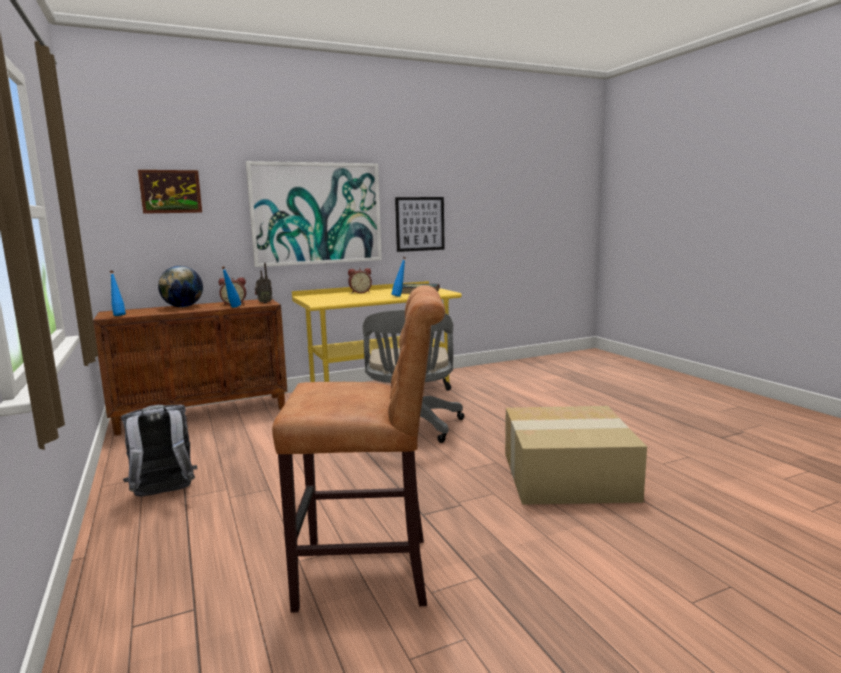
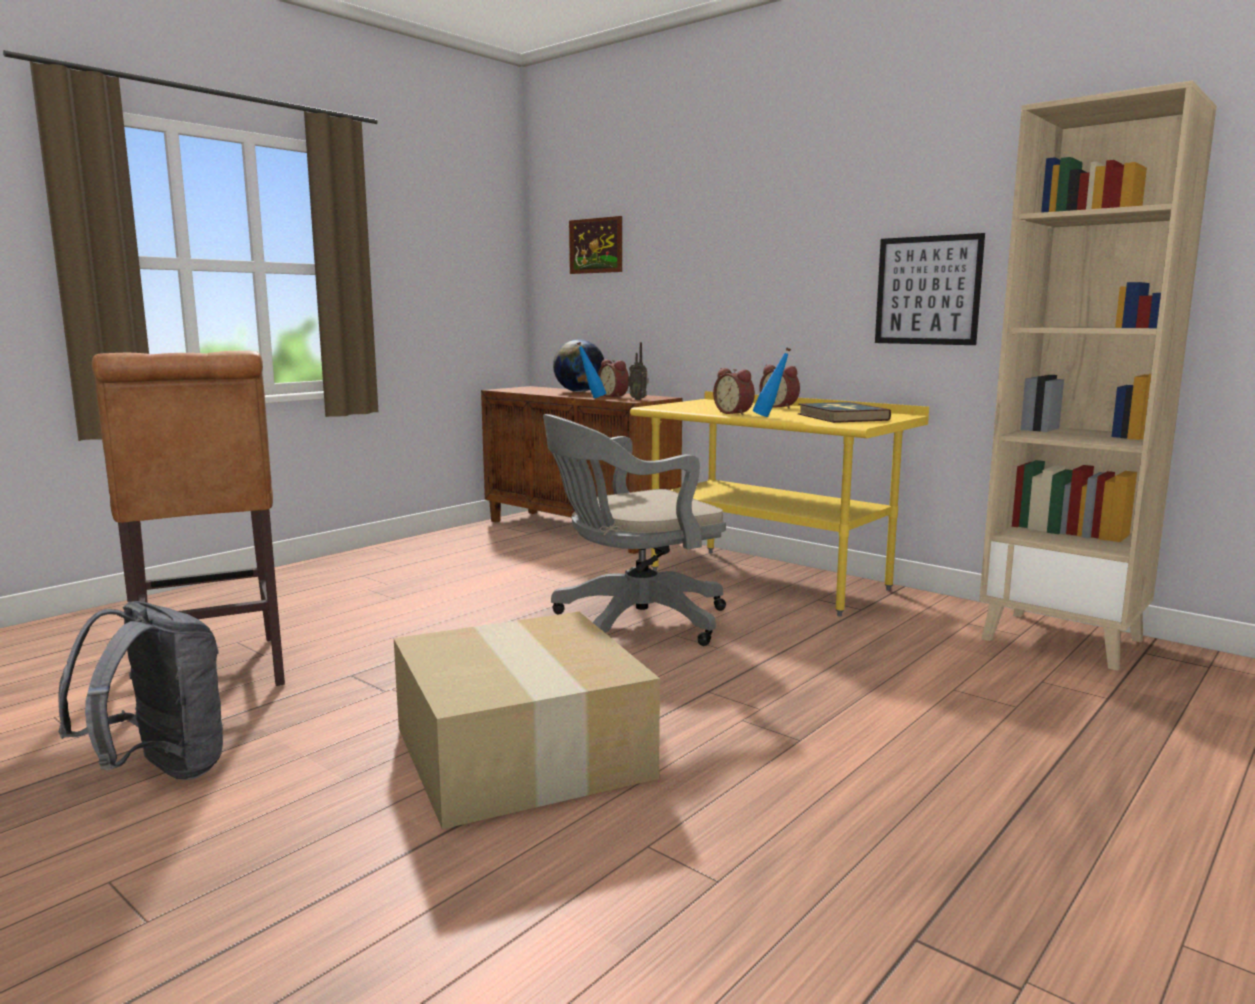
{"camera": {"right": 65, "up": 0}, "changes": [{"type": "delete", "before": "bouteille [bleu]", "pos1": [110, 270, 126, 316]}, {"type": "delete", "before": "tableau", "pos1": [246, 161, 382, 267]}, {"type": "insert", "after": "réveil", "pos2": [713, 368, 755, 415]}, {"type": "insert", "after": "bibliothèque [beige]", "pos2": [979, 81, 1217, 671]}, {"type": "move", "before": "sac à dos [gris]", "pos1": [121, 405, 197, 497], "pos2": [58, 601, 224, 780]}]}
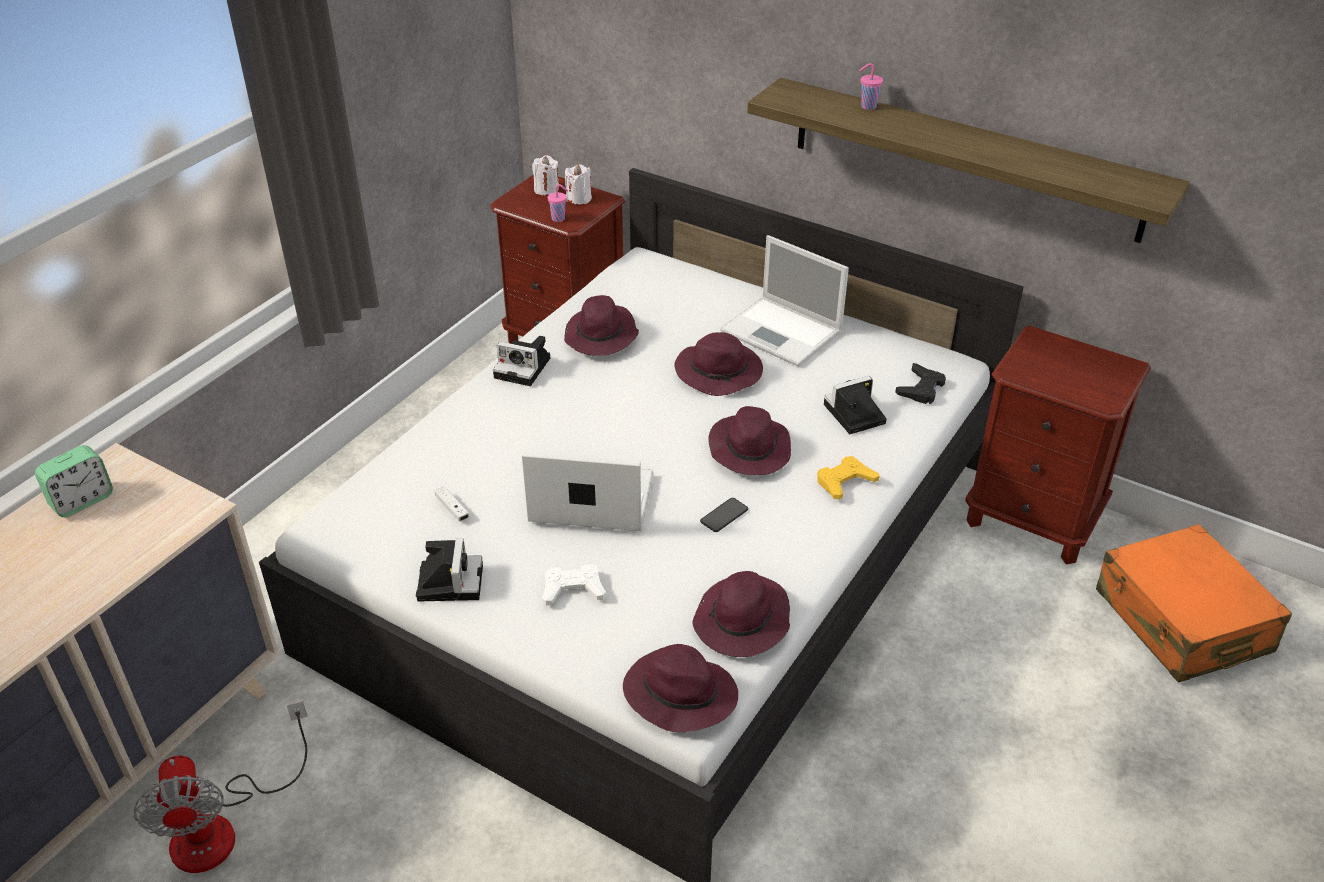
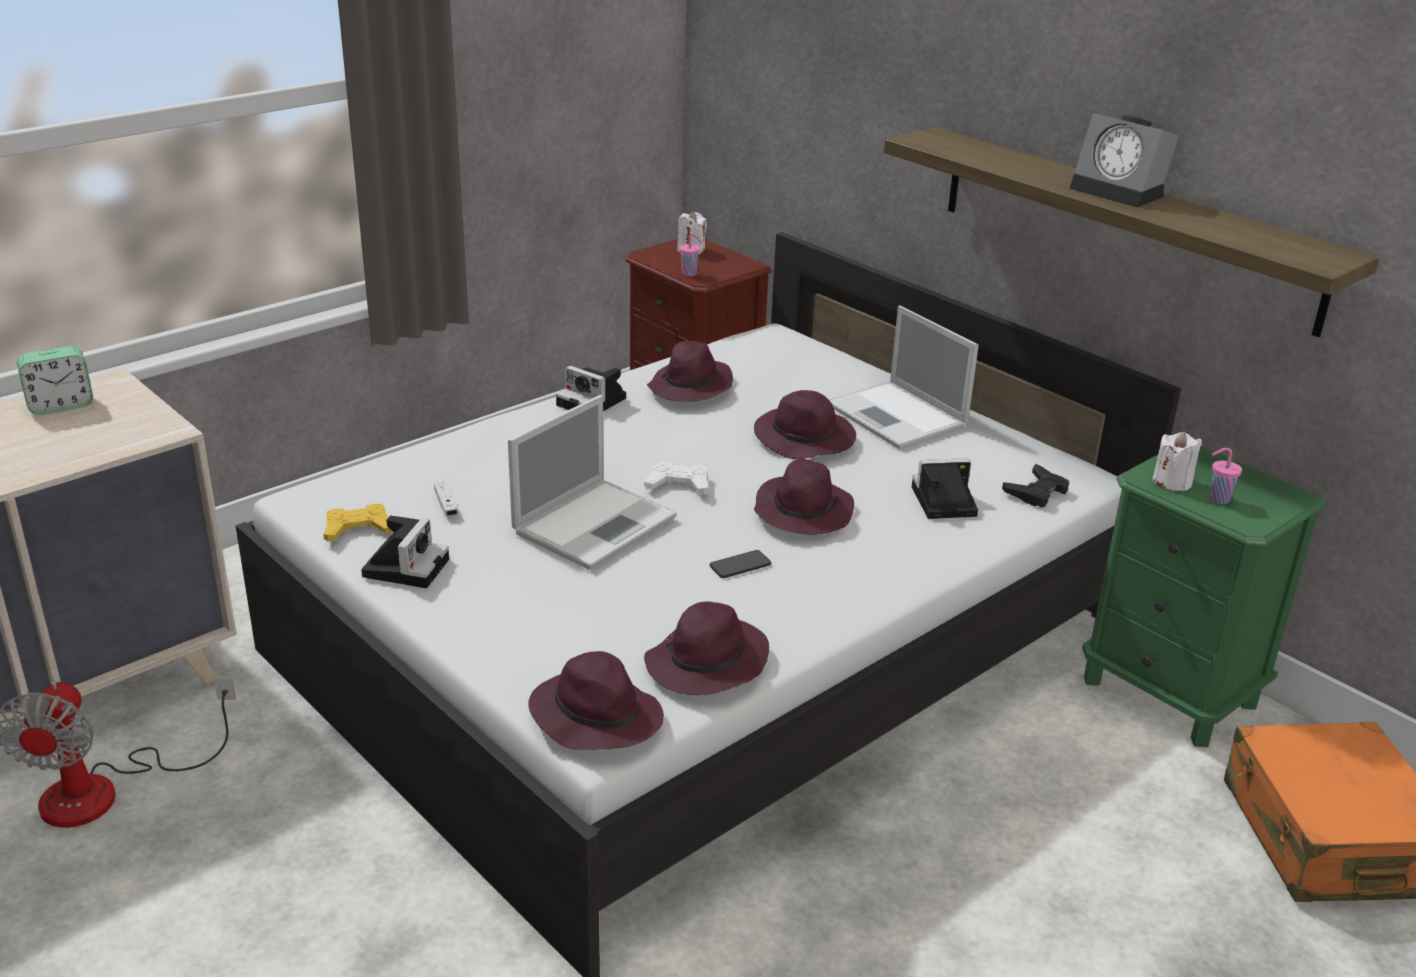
{"camera": {"right": 15, "up": -10}, "changes": [{"type": "insert", "after": "réveil", "pos2": [1070, 113, 1179, 207]}, {"type": "move", "before": "manette [blanc]", "pos1": [542, 564, 606, 606], "pos2": [644, 461, 709, 495]}, {"type": "move", "before": "bougie [blanc]", "pos1": [565, 164, 592, 204], "pos2": [1153, 431, 1202, 491]}, {"type": "move", "before": "manette [jaune]", "pos1": [817, 456, 880, 500], "pos2": [323, 504, 393, 542]}, {"type": "move", "before": "tasse [rose]", "pos1": [859, 63, 883, 110], "pos2": [1210, 448, 1242, 504]}, {"type": "recolor", "before": "table de chevet [marron]", "after": "table de chevet [vert]", "pos1": [965, 325, 1151, 564], "pos2": [1082, 446, 1327, 747]}, {"type": "rotate", "before": "ordinateur portable", "pos1": [522, 451, 653, 531], "pos2": [508, 395, 677, 570], "turn": 105}]}
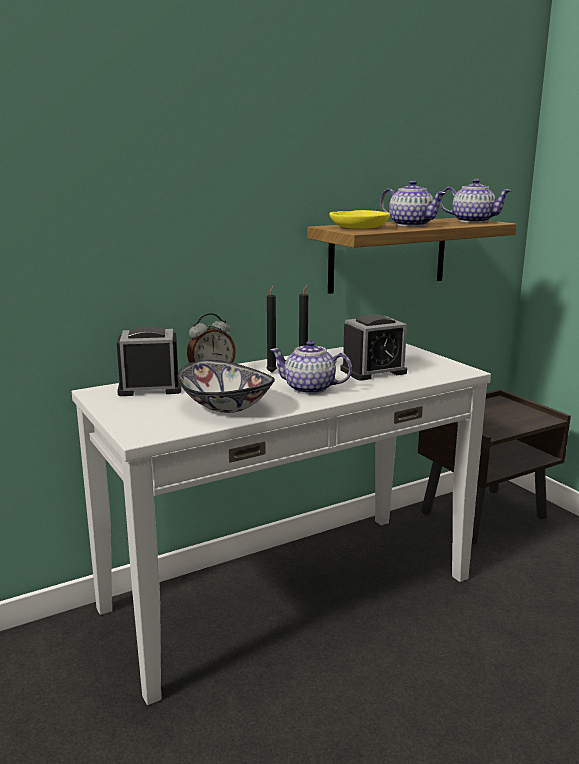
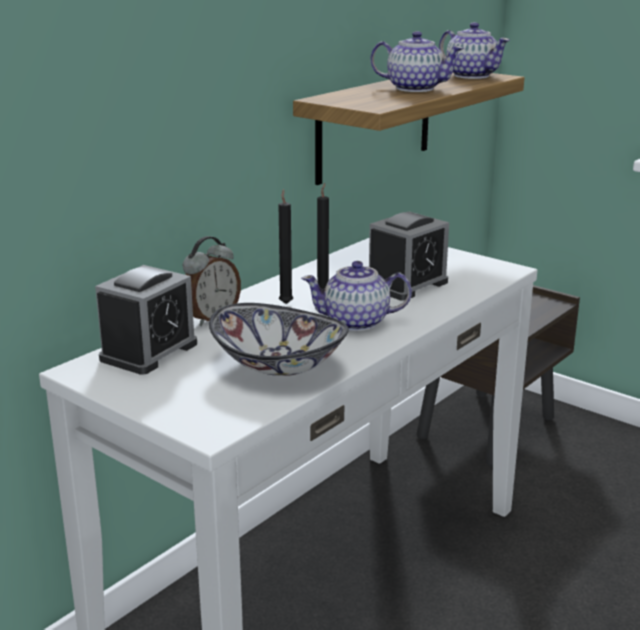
{"camera": {"right": -20, "up": 5}, "changes": [{"type": "delete", "before": "bol [jaune]", "pos1": [329, 210, 390, 229]}, {"type": "rotate", "before": "réveil", "pos1": [117, 326, 181, 396], "pos2": [95, 265, 197, 374], "turn": 150}, {"type": "rotate", "before": "théière", "pos1": [440, 179, 512, 223], "pos2": [439, 22, 510, 79], "turn": 45}]}
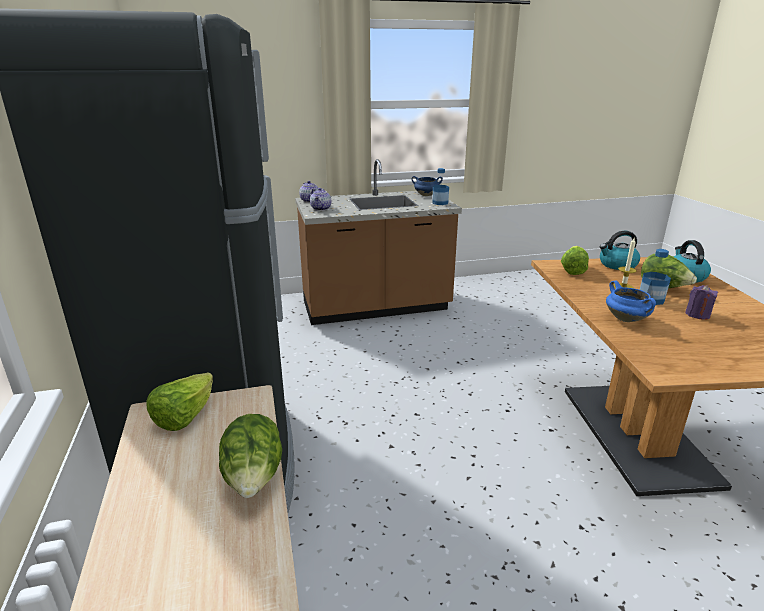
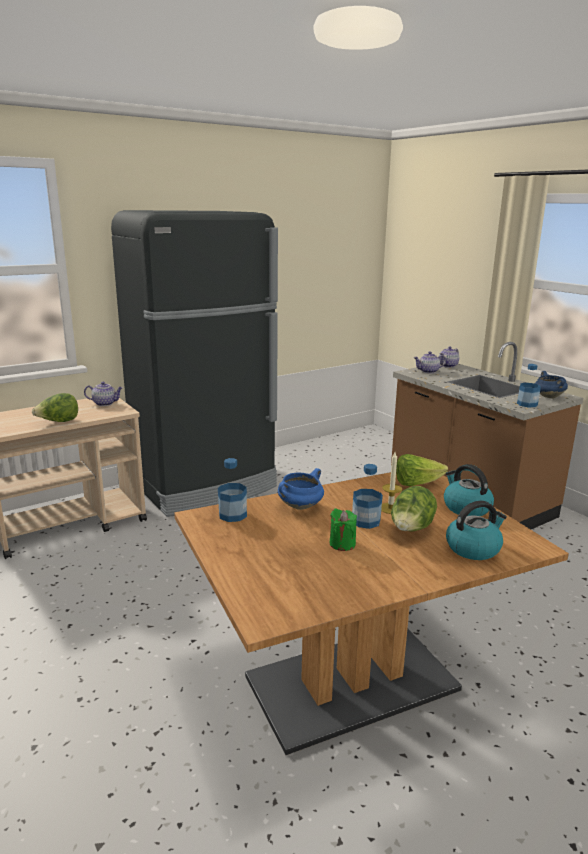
{"camera": {"right": 70, "up": -5}, "changes": [{"type": "insert", "after": "bouteille", "pos2": [218, 458, 247, 522]}, {"type": "replace", "before": "laitue", "after": "théière", "pos1": [146, 373, 213, 431], "pos2": [84, 382, 123, 406]}, {"type": "recolor", "before": "bougie [violet]", "after": "bougie [vert]", "pos1": [685, 285, 718, 320], "pos2": [330, 509, 357, 551]}]}
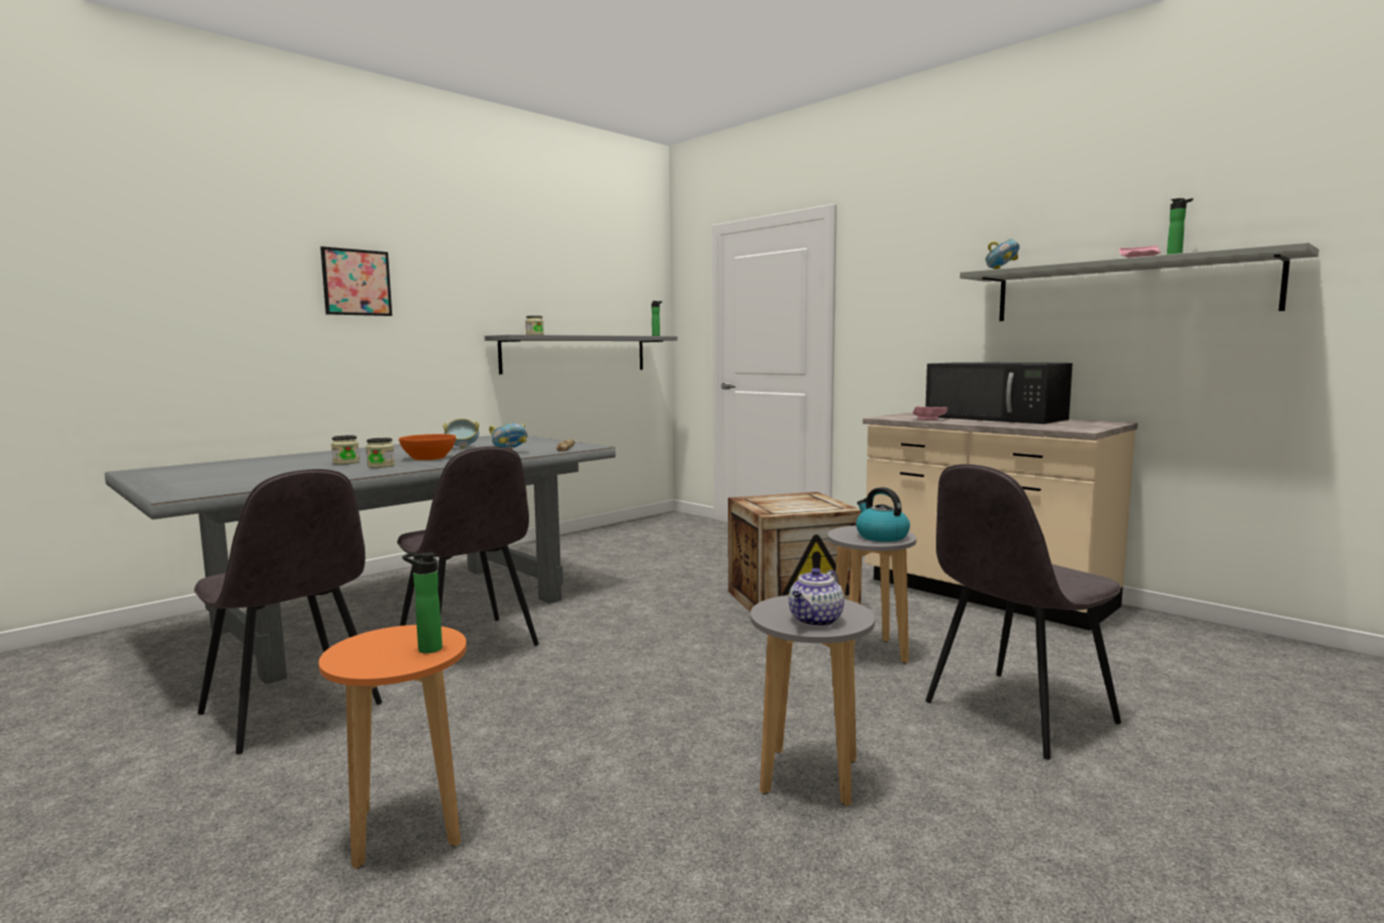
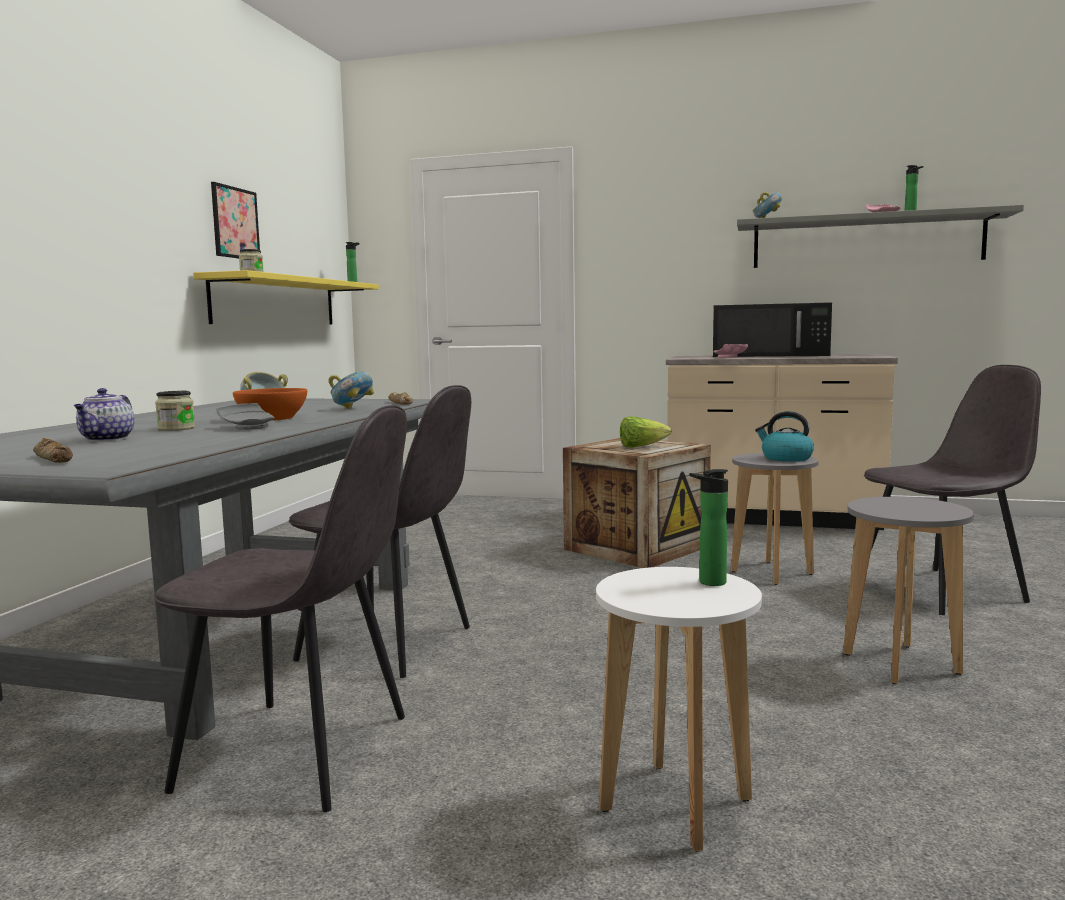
{"camera": {"right": -30, "up": 0}, "changes": [{"type": "insert", "after": "pain", "pos2": [33, 438, 73, 463]}, {"type": "insert", "after": "laitue", "pos2": [620, 416, 671, 448]}, {"type": "move", "before": "tableau", "pos1": [321, 246, 392, 316], "pos2": [211, 182, 260, 258]}, {"type": "move", "before": "théière", "pos1": [789, 568, 844, 627], "pos2": [74, 388, 135, 441]}, {"type": "replace", "before": "bocal", "after": "assiette [gris]", "pos1": [366, 438, 395, 468], "pos2": [217, 403, 275, 430]}, {"type": "recolor", "before": "tabouret [orange]", "after": "tabouret [blanc]", "pos1": [319, 625, 467, 869], "pos2": [596, 567, 762, 852]}, {"type": "recolor", "before": "étagère [gris]", "after": "étagère [jaune]", "pos1": [485, 335, 678, 374], "pos2": [193, 270, 379, 324]}, {"type": "rotate", "before": "chaise [gris]", "pos1": [926, 464, 1121, 759], "pos2": [864, 365, 1041, 615], "turn": -135}]}
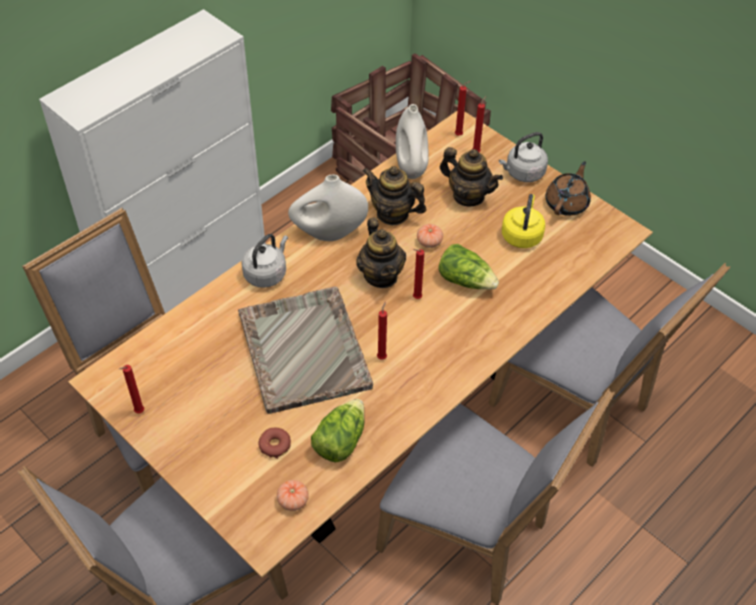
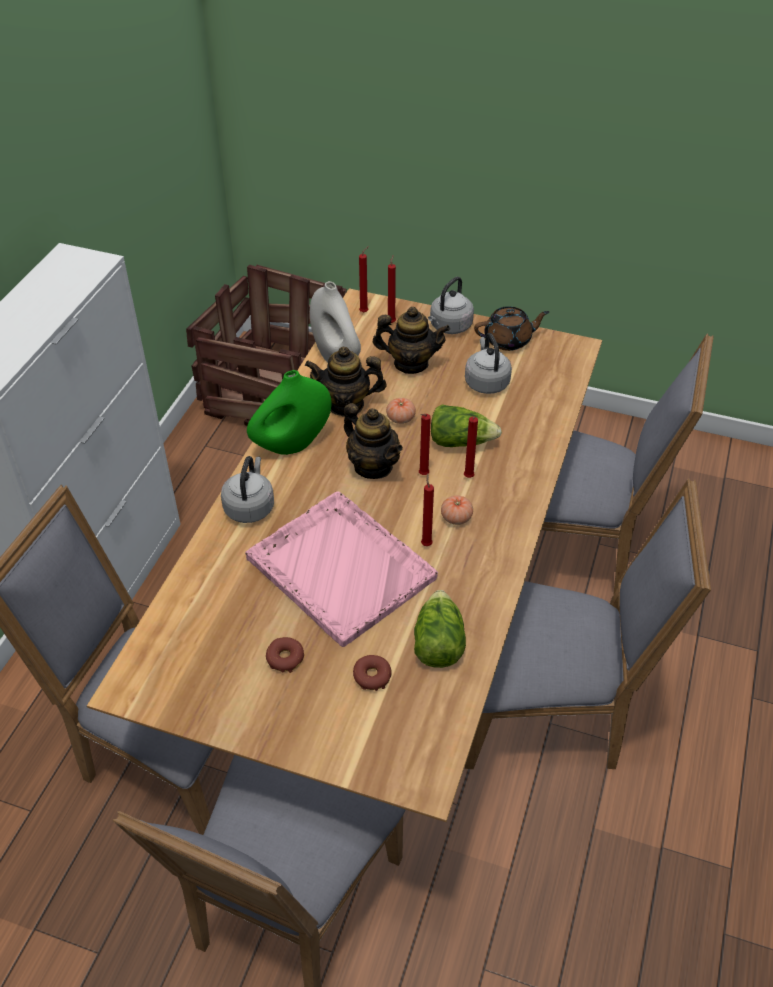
{"camera": {"right": -25, "up": -5}, "changes": [{"type": "insert", "after": "beignet", "pos2": [266, 637, 304, 673]}, {"type": "move", "before": "bougie [rouge]", "pos1": [119, 365, 144, 414], "pos2": [464, 416, 478, 478]}, {"type": "move", "before": "tomate", "pos1": [277, 480, 309, 511], "pos2": [441, 495, 473, 525]}, {"type": "recolor", "before": "plateau [gris]", "after": "plateau [rose]", "pos1": [238, 286, 373, 414], "pos2": [245, 491, 438, 647]}, {"type": "recolor", "before": "vase [blanc]", "after": "vase [vert]", "pos1": [288, 174, 368, 241], "pos2": [247, 370, 332, 455]}, {"type": "recolor", "before": "bouilloire [jaune]", "after": "bouilloire [gris]", "pos1": [502, 194, 545, 248], "pos2": [465, 333, 512, 394]}, {"type": "rotate", "before": "théière [marron]", "pos1": [546, 161, 591, 216], "pos2": [474, 306, 549, 351], "turn": 75}]}
